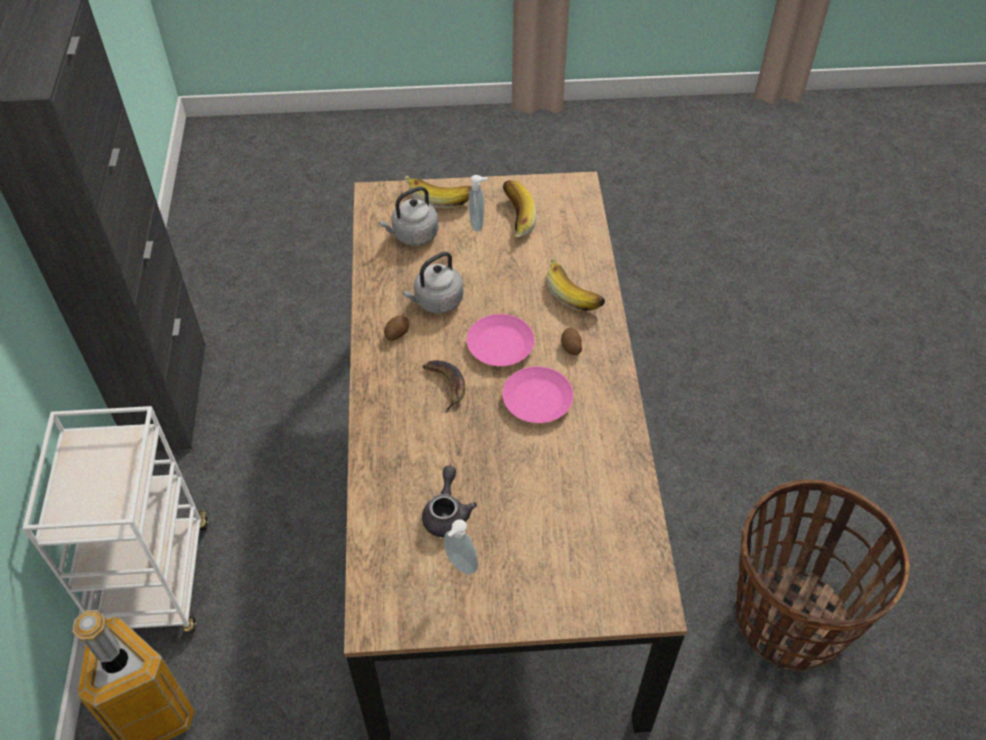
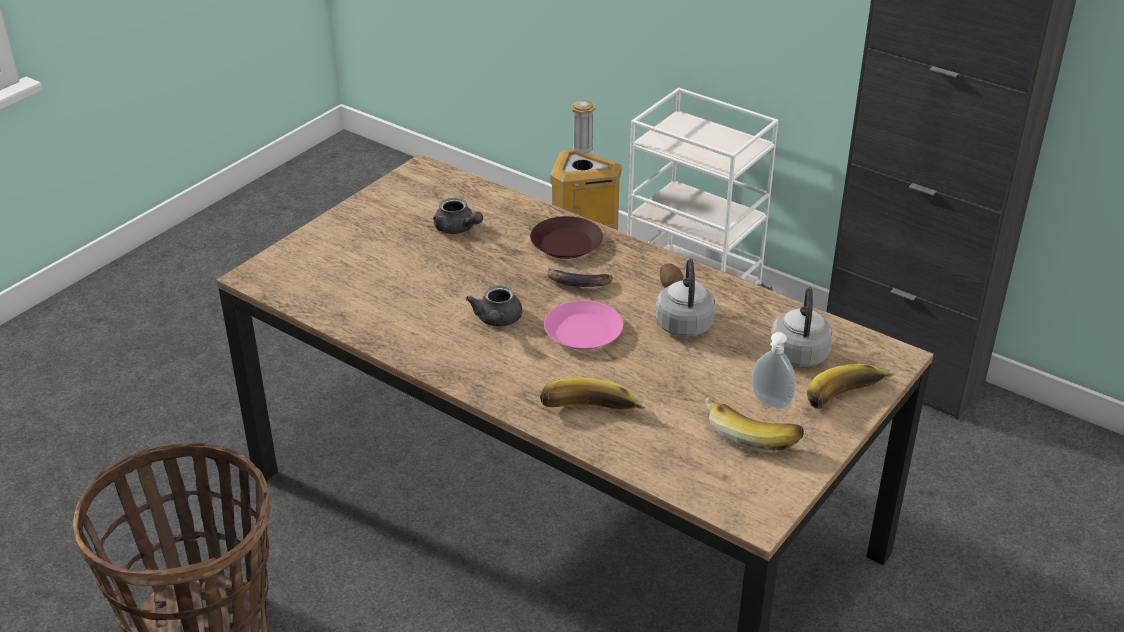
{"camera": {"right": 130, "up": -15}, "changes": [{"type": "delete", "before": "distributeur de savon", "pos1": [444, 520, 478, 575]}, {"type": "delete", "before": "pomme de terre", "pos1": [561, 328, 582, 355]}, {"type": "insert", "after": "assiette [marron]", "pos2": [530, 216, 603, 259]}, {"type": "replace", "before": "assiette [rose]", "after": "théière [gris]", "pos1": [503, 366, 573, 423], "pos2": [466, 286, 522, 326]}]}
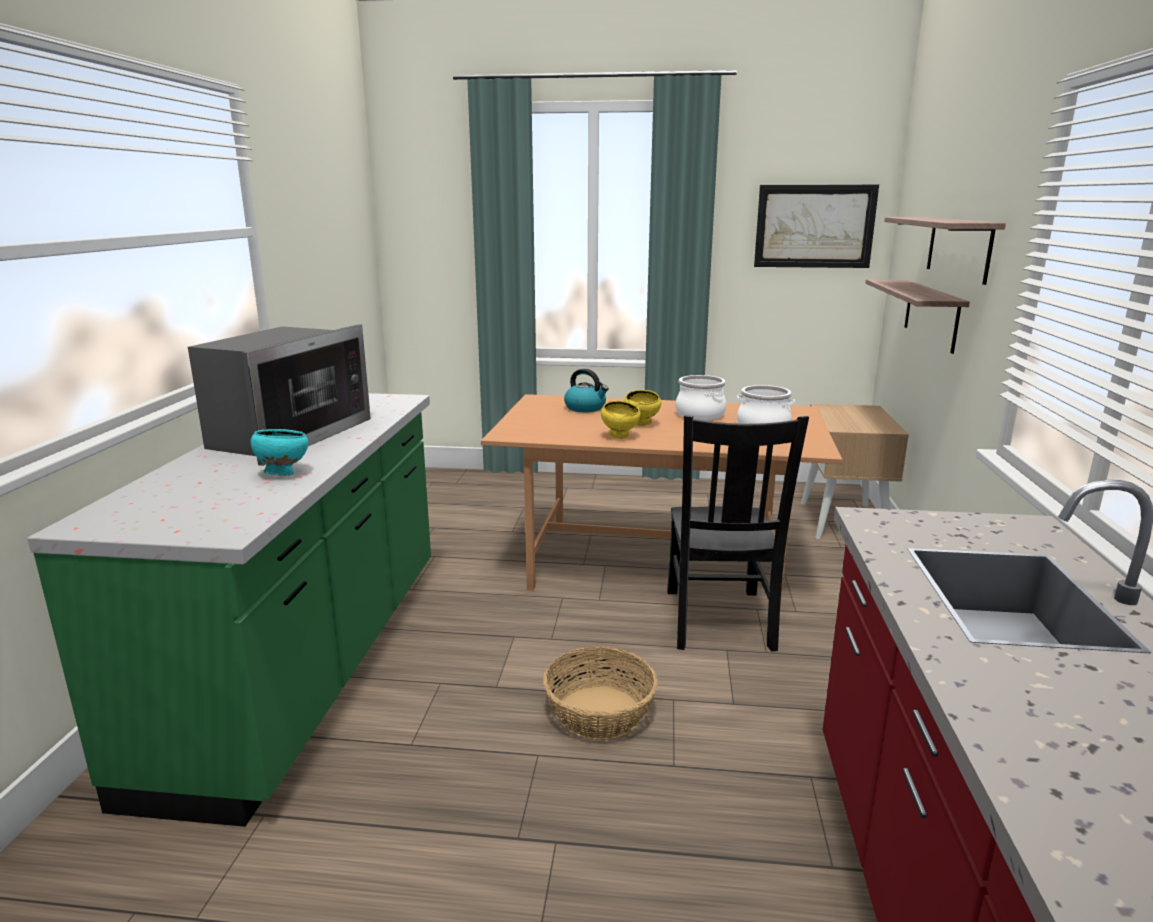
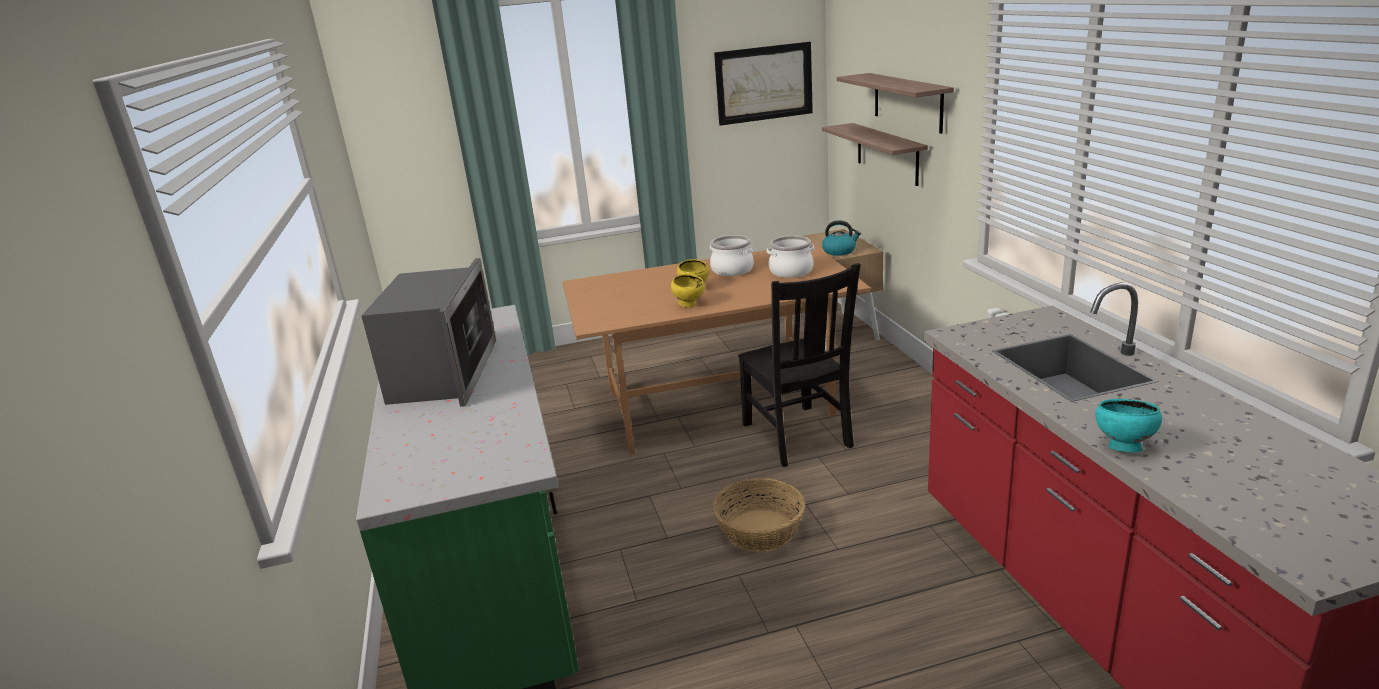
{"camera": {"right": -20, "up": 5}, "changes": [{"type": "move", "before": "bol [turquoise]", "pos1": [251, 429, 308, 476], "pos2": [1095, 399, 1162, 453]}, {"type": "move", "before": "bouilloire", "pos1": [564, 369, 608, 412], "pos2": [822, 220, 861, 256]}]}
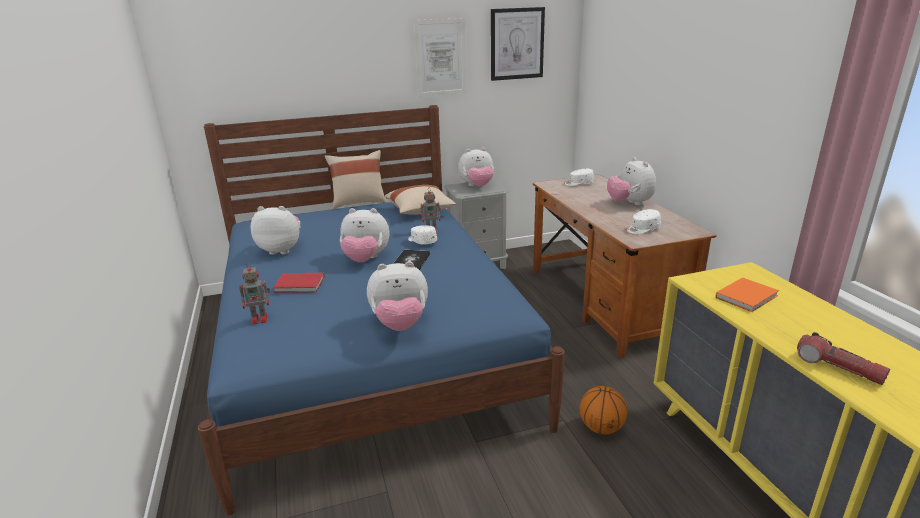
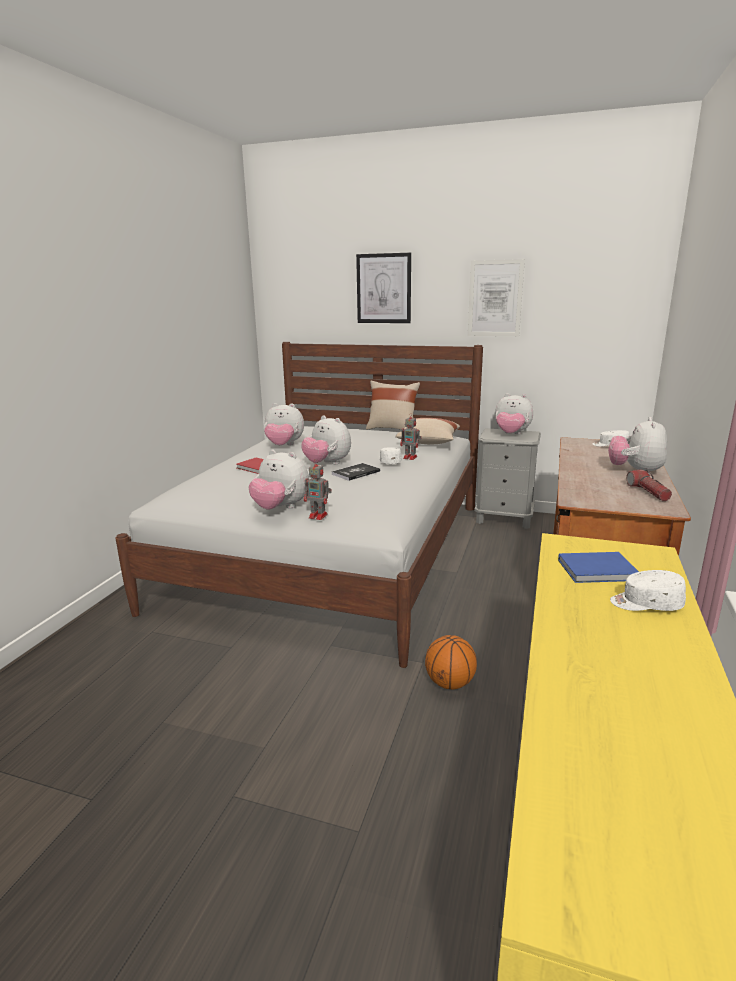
{"camera": {"right": 35, "up": -5}, "changes": [{"type": "move", "before": "robot jouet", "pos1": [239, 263, 270, 325], "pos2": [304, 462, 332, 520]}, {"type": "move", "before": "tableau", "pos1": [491, 7, 545, 81], "pos2": [356, 253, 411, 323]}, {"type": "move", "before": "casquette [blanc]", "pos1": [627, 209, 661, 234], "pos2": [610, 570, 686, 611]}, {"type": "move", "before": "lampe de poche", "pos1": [797, 332, 890, 385], "pos2": [626, 469, 672, 501]}, {"type": "recolor", "before": "lit [bleu]", "after": "lit [blanc]", "pos1": [198, 105, 565, 515], "pos2": [116, 342, 483, 668]}, {"type": "recolor", "before": "livre [orange]", "after": "livre [bleu]", "pos1": [715, 277, 779, 312], "pos2": [558, 552, 639, 583]}, {"type": "rotate", "before": "peluche", "pos1": [250, 206, 301, 255], "pos2": [264, 403, 304, 445], "turn": 150}]}
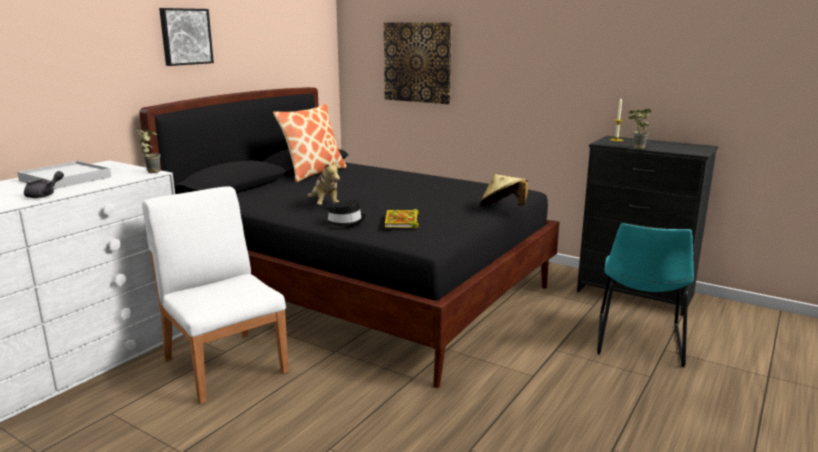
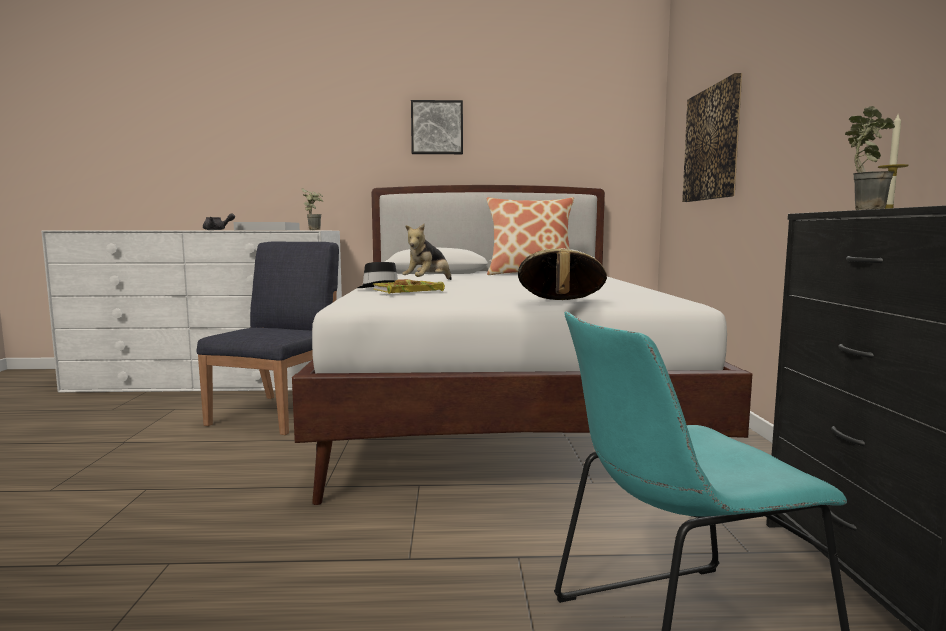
{"camera": {"right": 55, "up": -10}, "changes": [{"type": "recolor", "before": "lit [noir]", "after": "lit [blanc]", "pos1": [139, 87, 559, 388], "pos2": [292, 185, 753, 505]}, {"type": "recolor", "before": "chaise [blanc]", "after": "chaise [bleu]", "pos1": [142, 186, 289, 404], "pos2": [197, 241, 339, 435]}]}
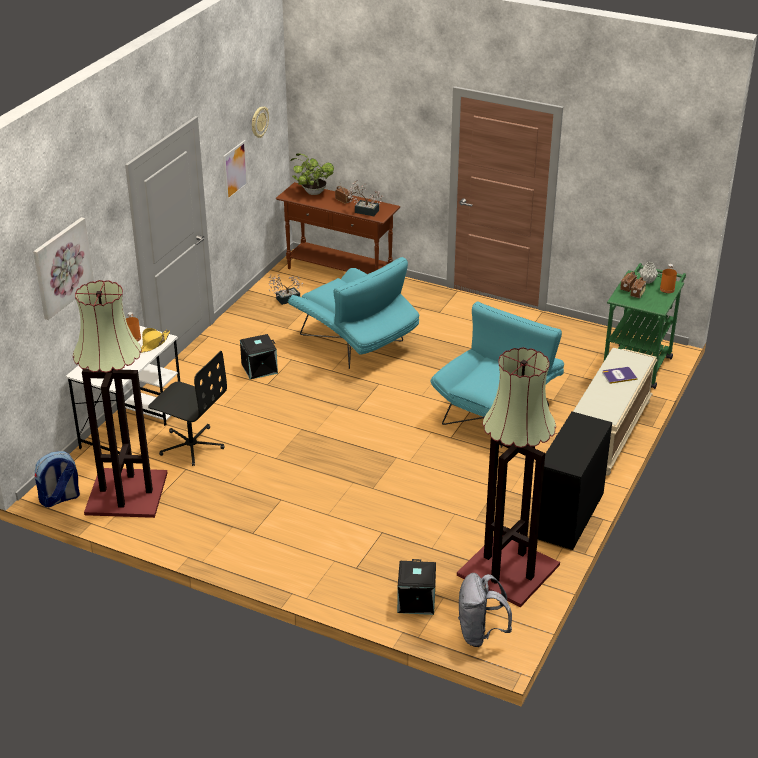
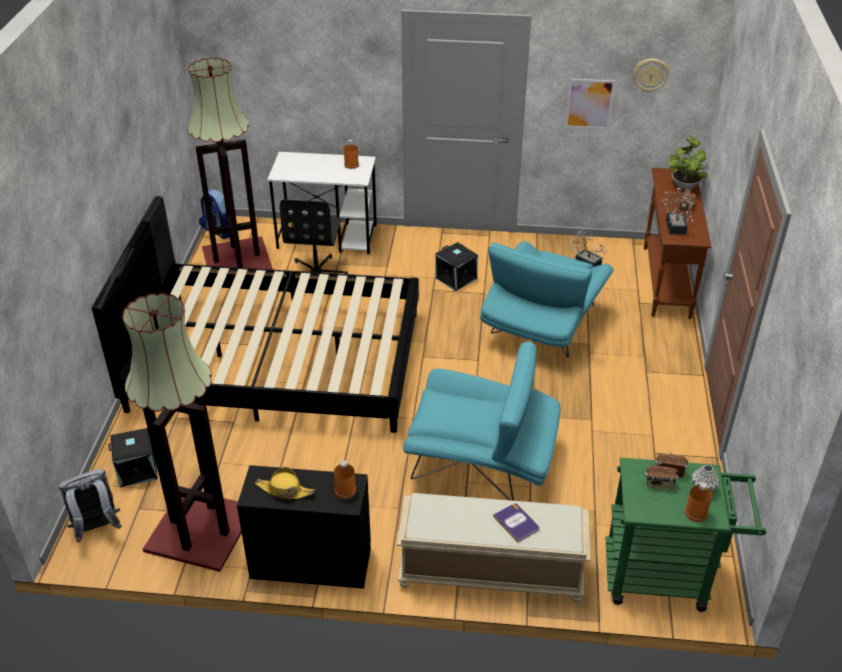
{"camera": {"right": 70, "up": 5}, "changes": [{"type": "delete", "before": "tableau", "pos1": [33, 217, 94, 320]}, {"type": "insert", "after": "lit [noir]", "pos2": [92, 196, 419, 433]}, {"type": "insert", "after": "bouteille [orange]", "pos2": [334, 460, 356, 499]}, {"type": "move", "before": "chapeau [jaune]", "pos1": [140, 328, 170, 353], "pos2": [255, 467, 315, 499]}]}
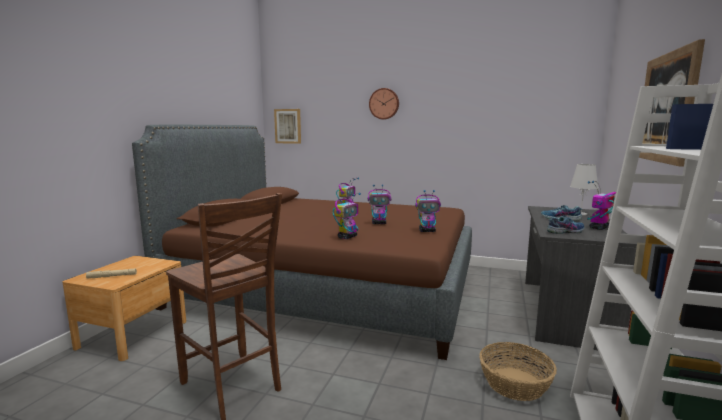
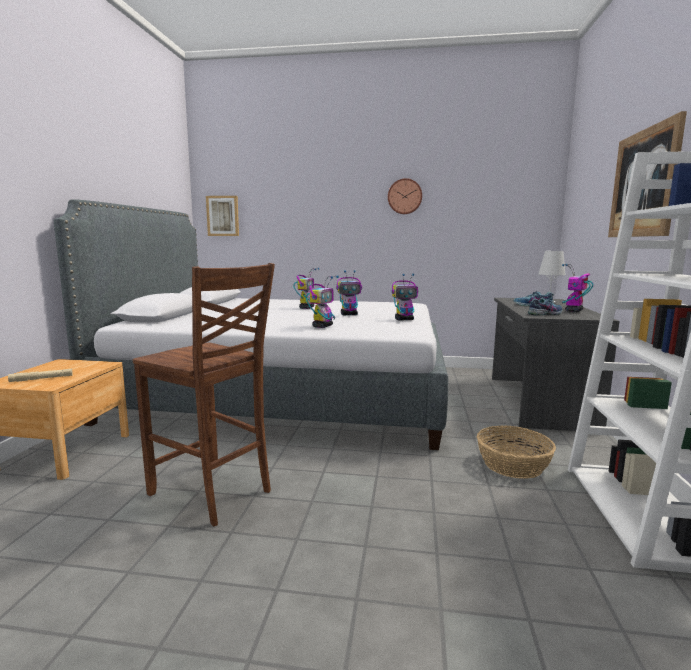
{"camera": {"right": -10, "up": 0}, "changes": [{"type": "move", "before": "horloge murale", "pos1": [369, 88, 399, 119], "pos2": [388, 178, 422, 214]}, {"type": "recolor", "before": "lit [marron]", "after": "lit [gris]", "pos1": [132, 125, 472, 360], "pos2": [54, 199, 449, 450]}]}
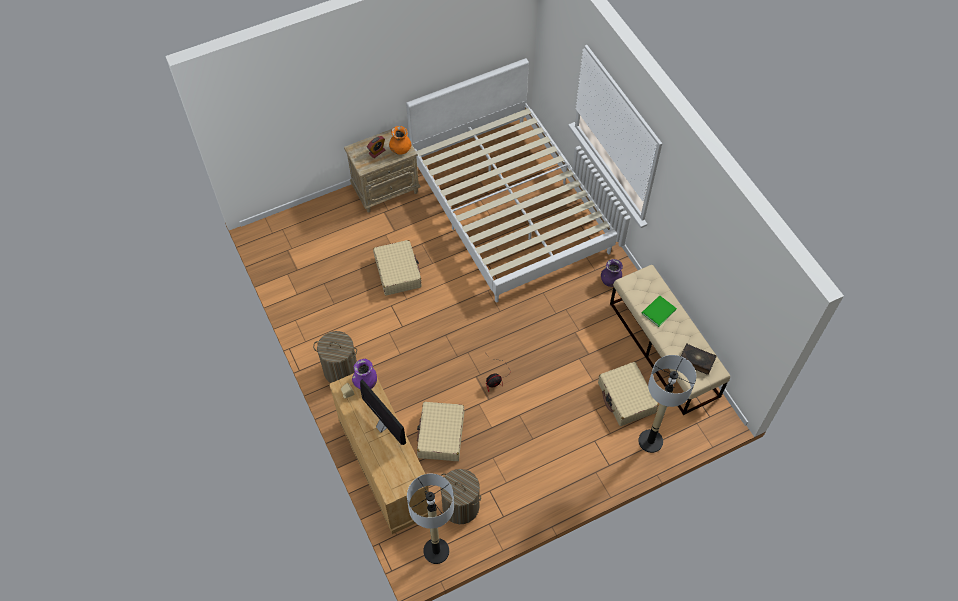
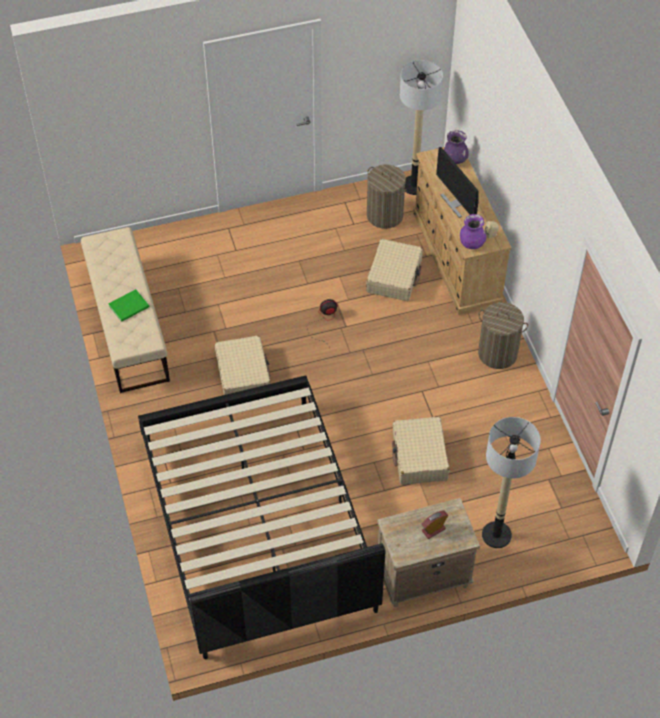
{"camera": {"right": -170, "up": -5}, "changes": [{"type": "delete", "before": "vase [orange]", "pos1": [389, 126, 411, 155]}, {"type": "delete", "before": "livre", "pos1": [681, 343, 716, 375]}, {"type": "move", "before": "valise [beige]", "pos1": [598, 362, 658, 426], "pos2": [215, 336, 271, 395]}, {"type": "move", "before": "vase [violet]", "pos1": [601, 259, 623, 287], "pos2": [444, 130, 469, 164]}, {"type": "move", "before": "lampadaire", "pos1": [638, 355, 696, 453], "pos2": [482, 417, 541, 548]}, {"type": "recolor", "before": "lit [blanc]", "after": "lit [noir]", "pos1": [406, 58, 617, 303], "pos2": [138, 375, 385, 659]}]}
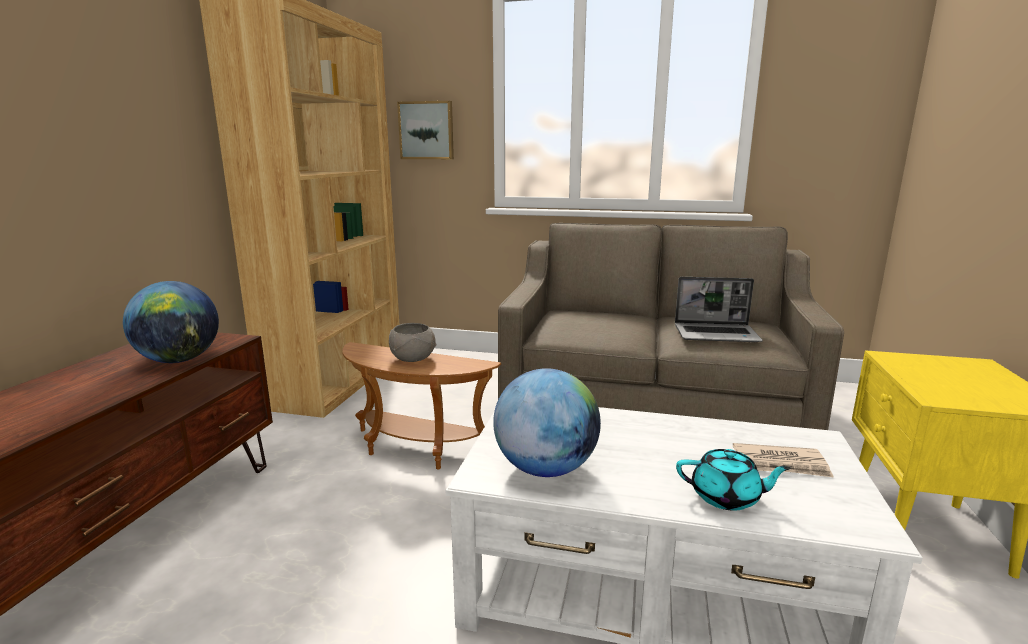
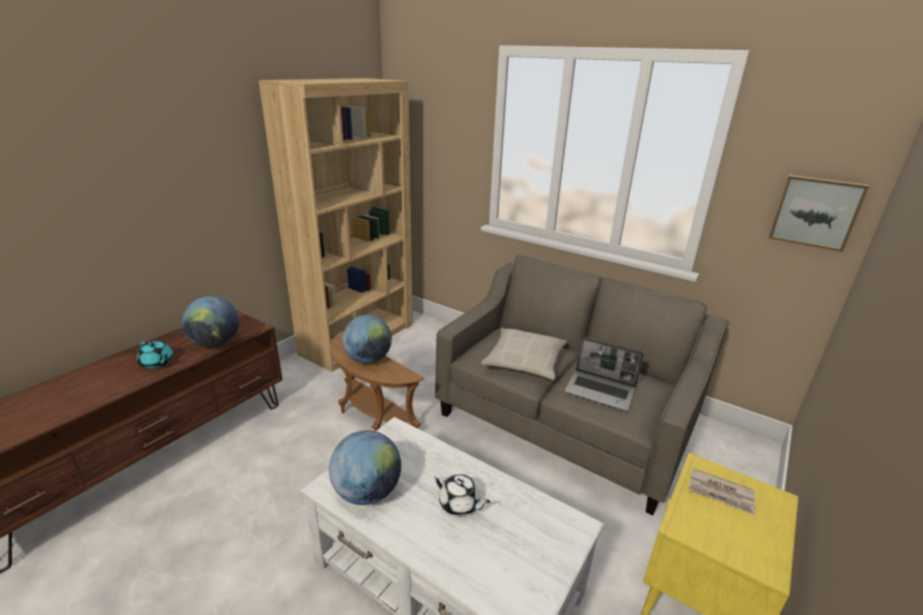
{"camera": {"right": 20, "up": 10}, "changes": [{"type": "insert", "after": "théière [blanc]", "pos2": [434, 474, 491, 516]}, {"type": "insert", "after": "coussin [beige]", "pos2": [481, 328, 567, 380]}, {"type": "move", "before": "tableau", "pos1": [397, 101, 454, 159], "pos2": [769, 175, 869, 252]}, {"type": "move", "before": "théière [turquoise]", "pos1": [676, 449, 791, 511], "pos2": [137, 341, 174, 369]}, {"type": "move", "before": "journal", "pos1": [733, 443, 834, 477], "pos2": [688, 468, 755, 515]}, {"type": "replace", "before": "bol [gris]", "after": "globe", "pos1": [389, 323, 436, 362], "pos2": [342, 315, 392, 364]}]}
